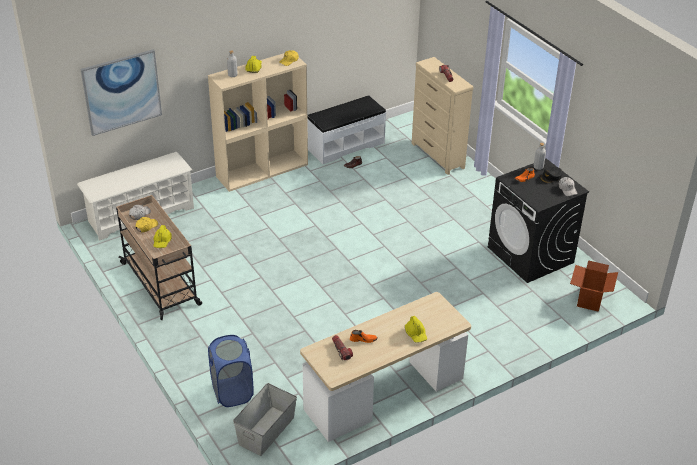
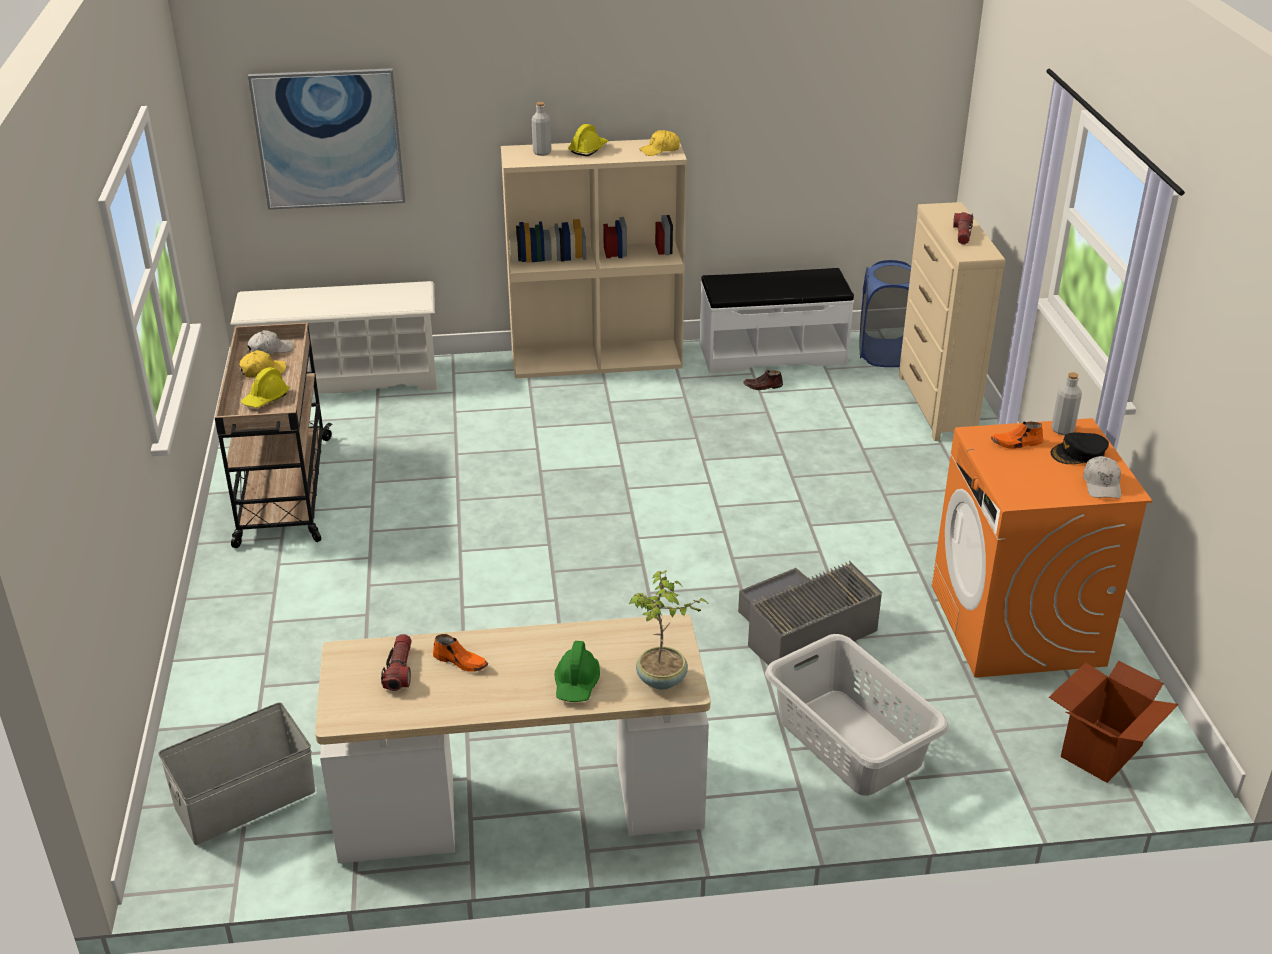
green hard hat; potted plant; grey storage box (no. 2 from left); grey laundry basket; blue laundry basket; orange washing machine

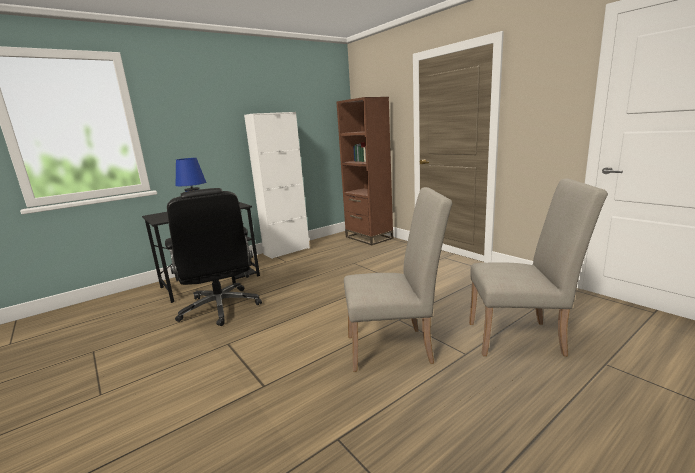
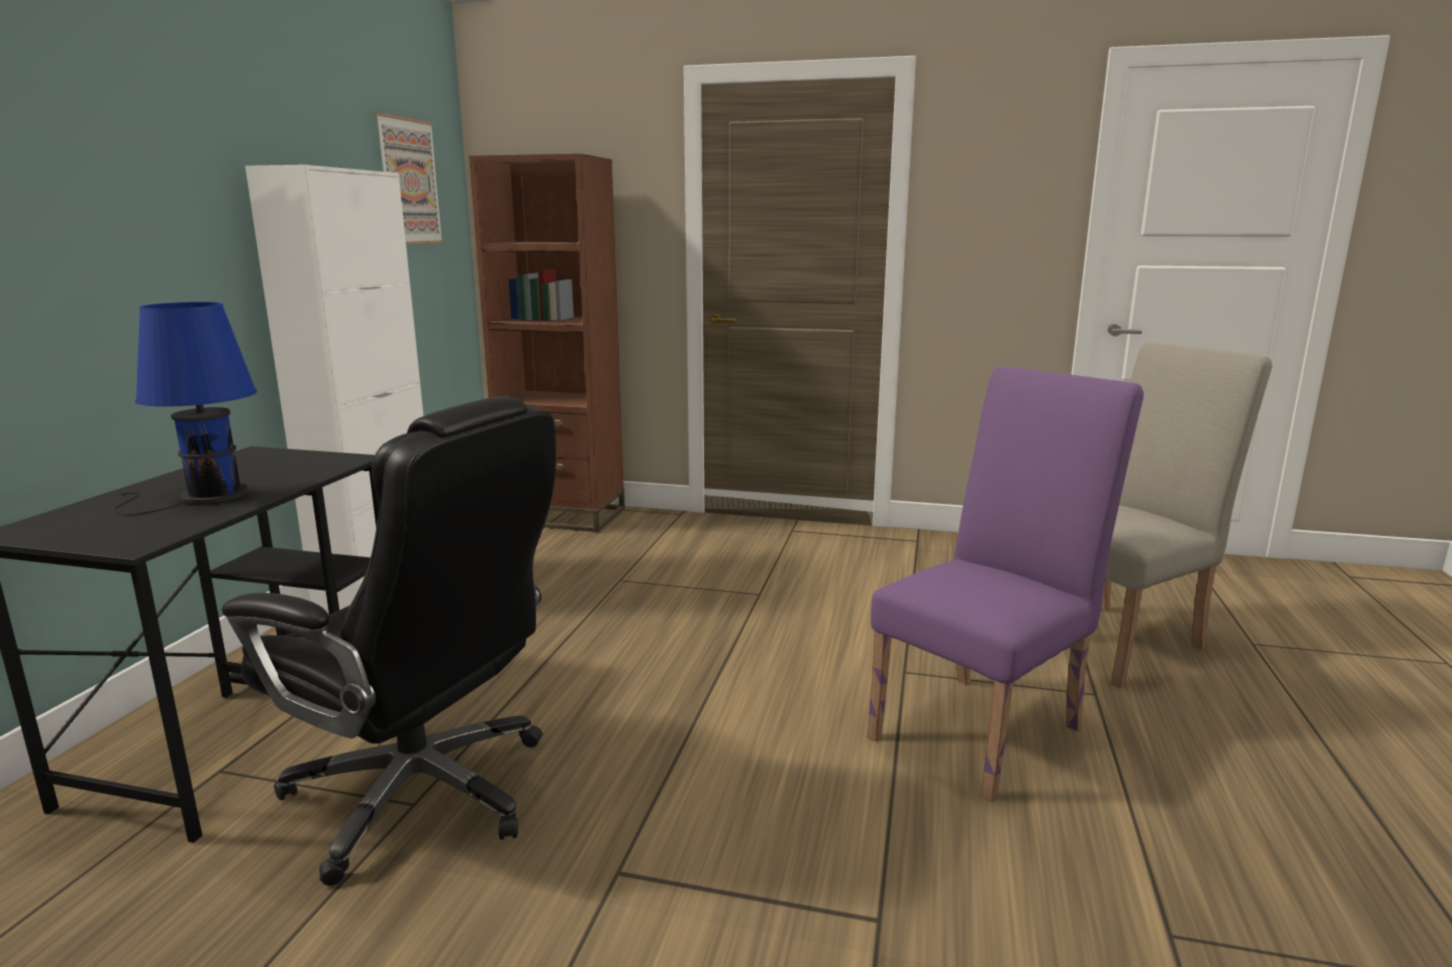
picture; purple chair

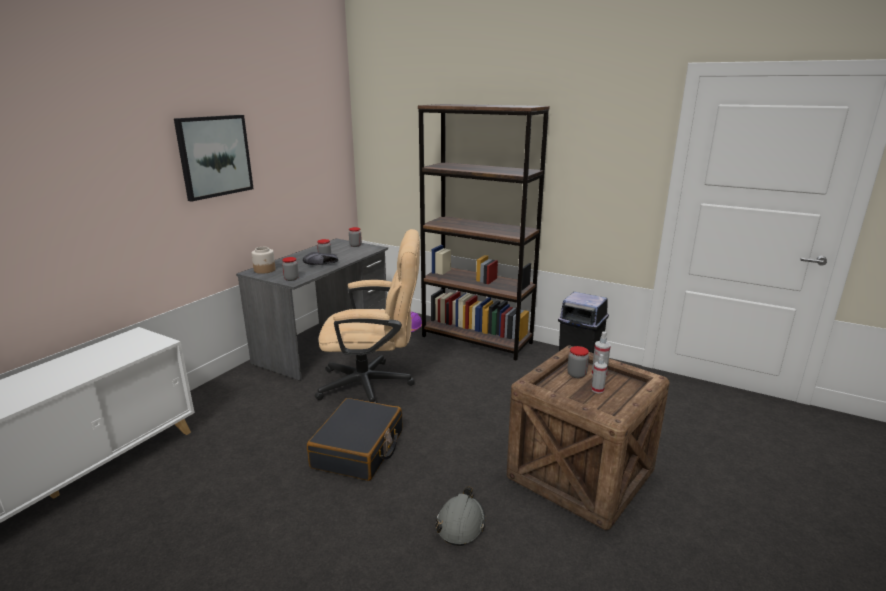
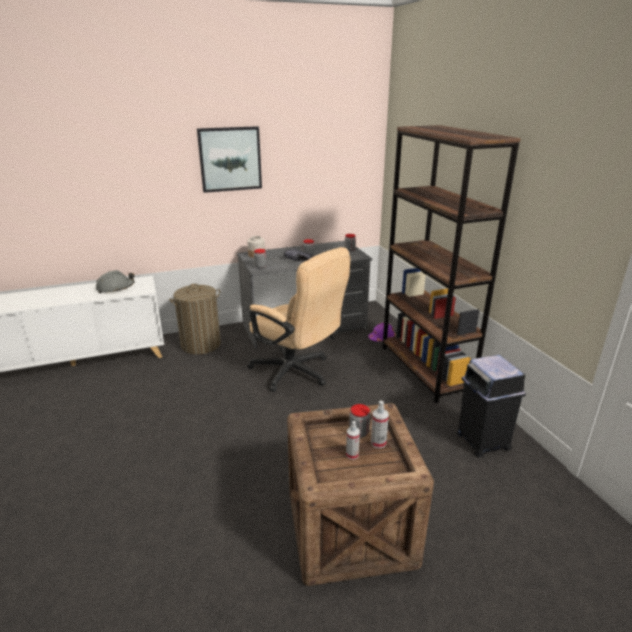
grey hard hat; laundry basket; black suitcase

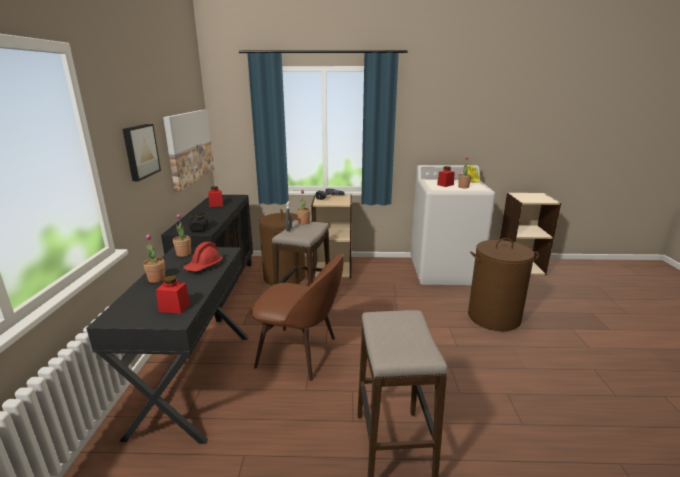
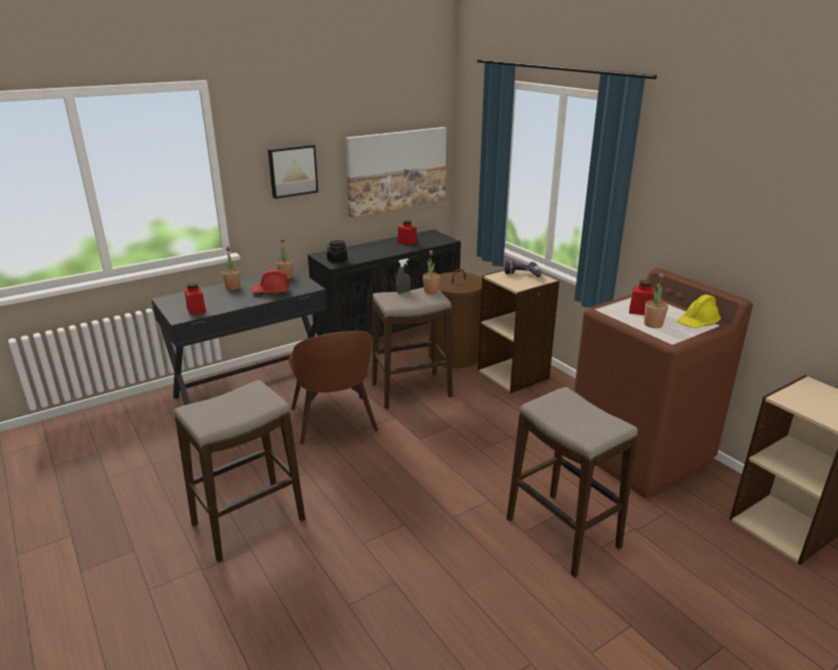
stool (no. 3 from left); brown washing machine

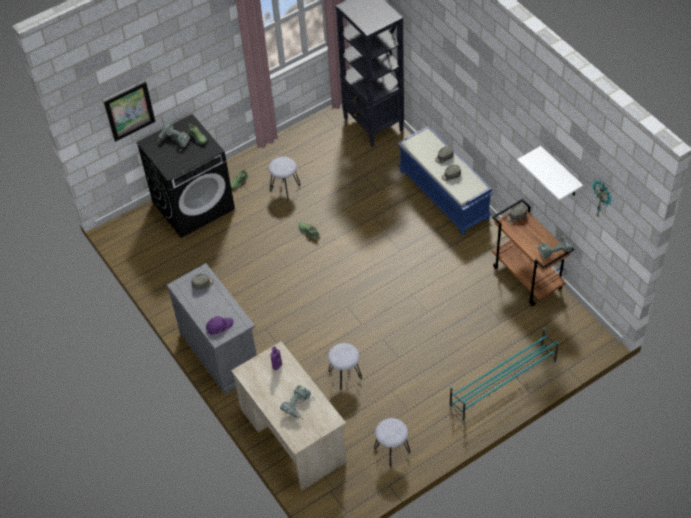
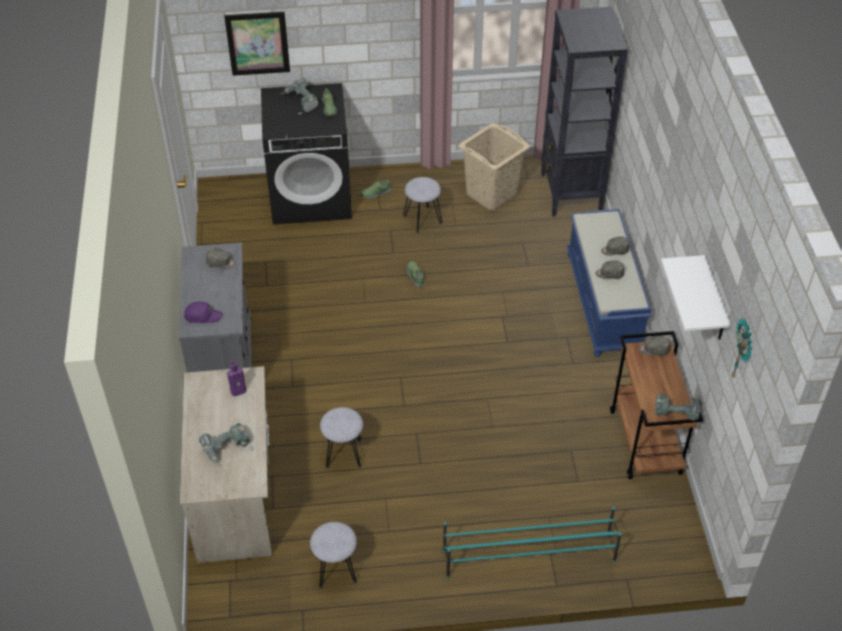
beige laundry basket

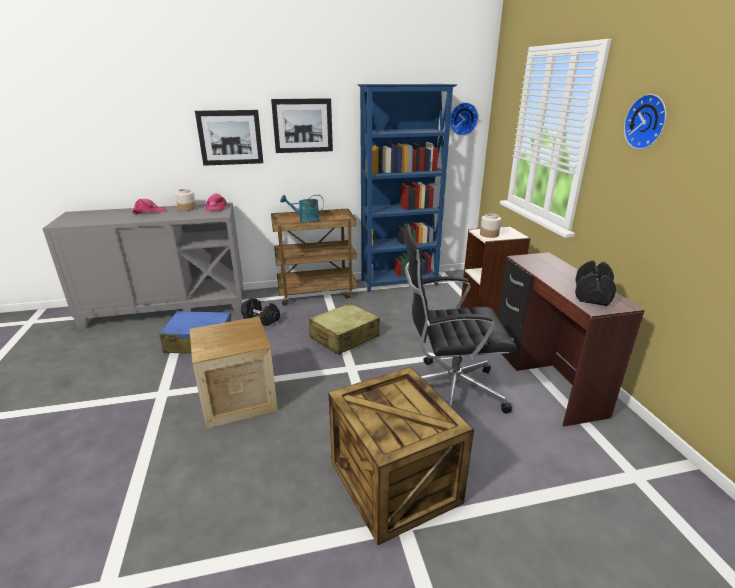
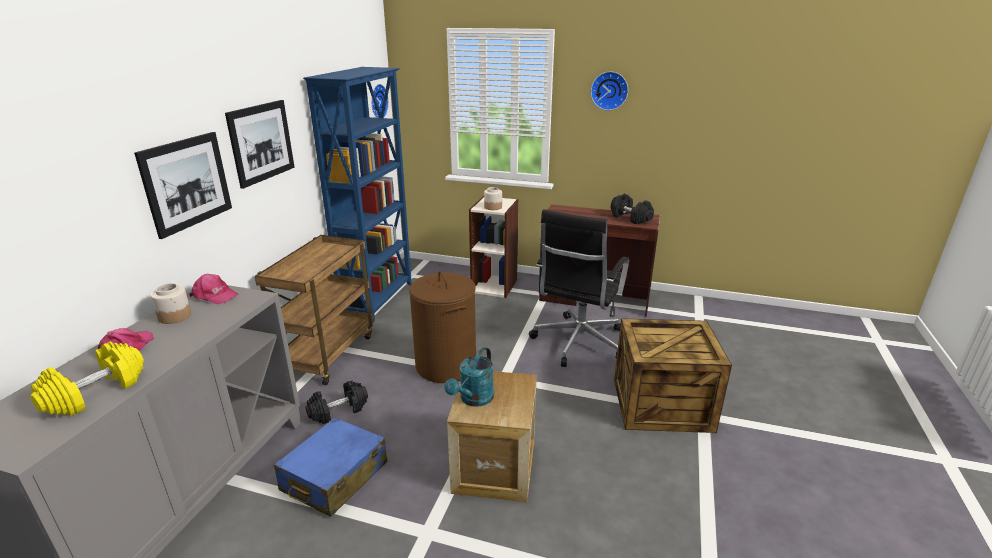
yellow dumbbell; brown laundry basket; turquoise watering can

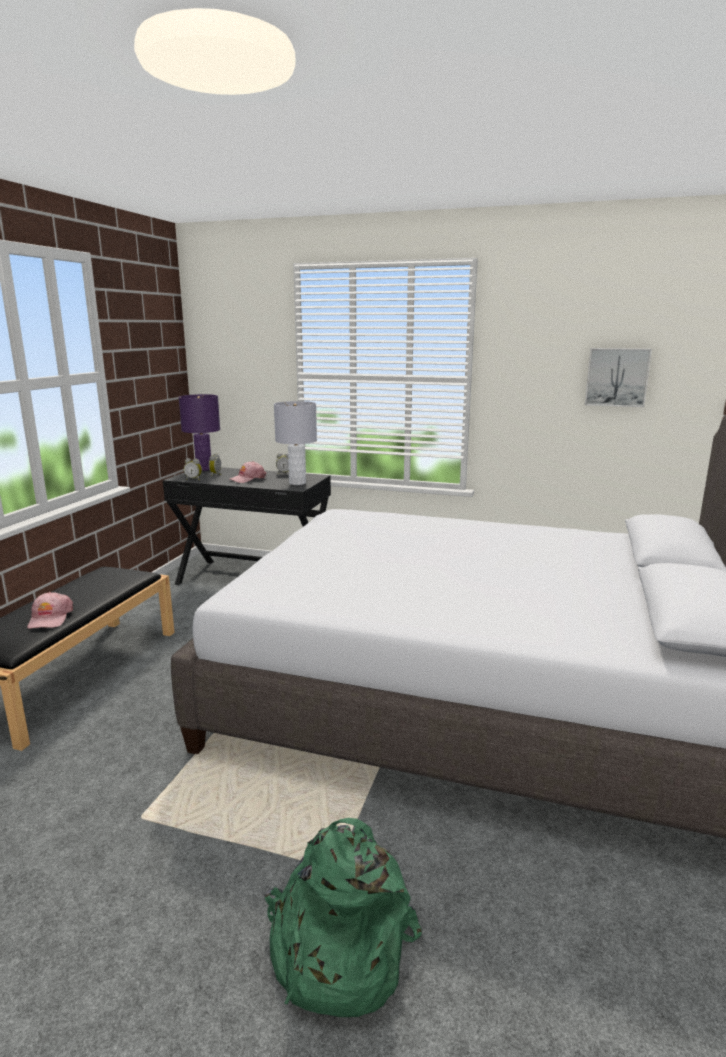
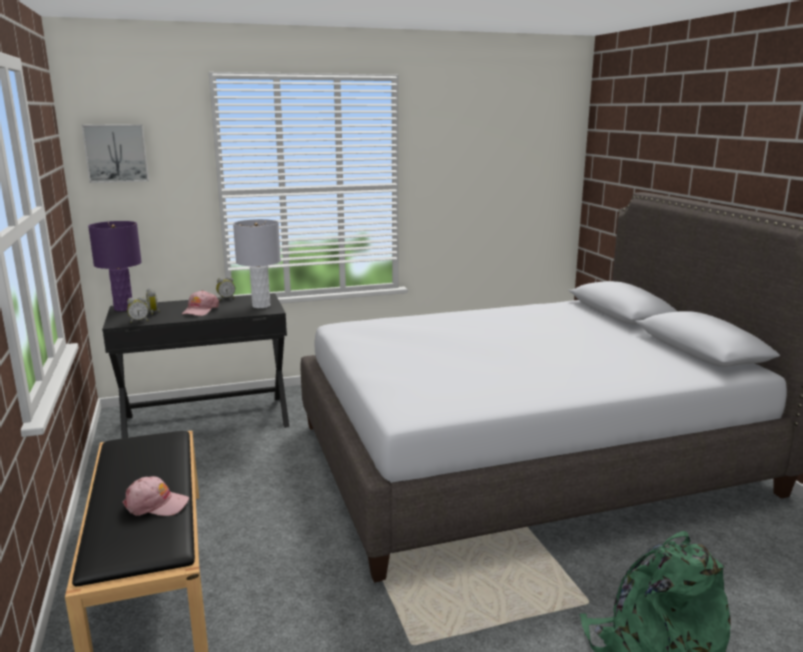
picture; pink cap (no. 1 from left)

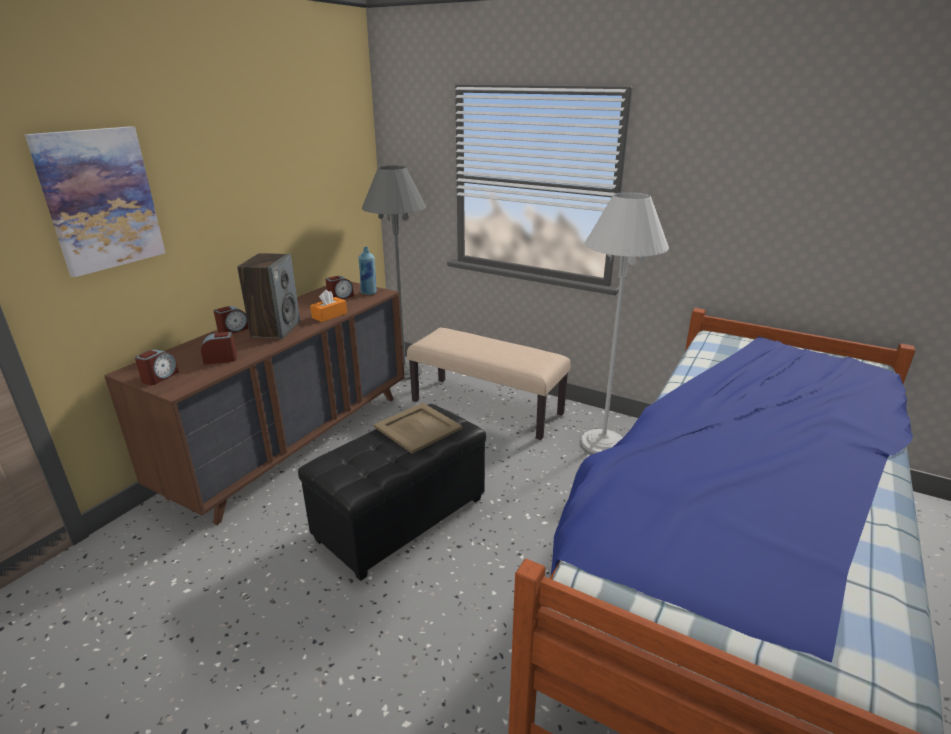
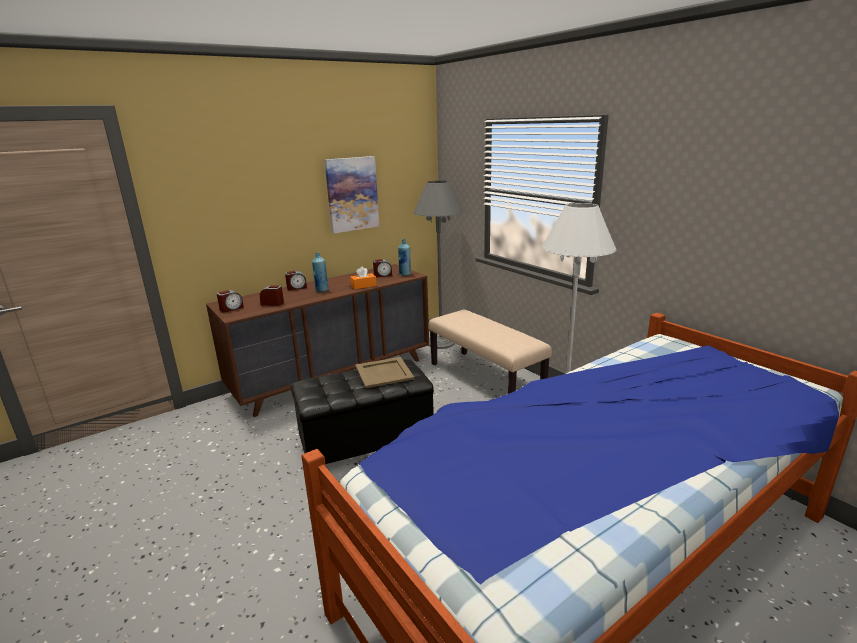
blue bottle (no. 1 from left); picture

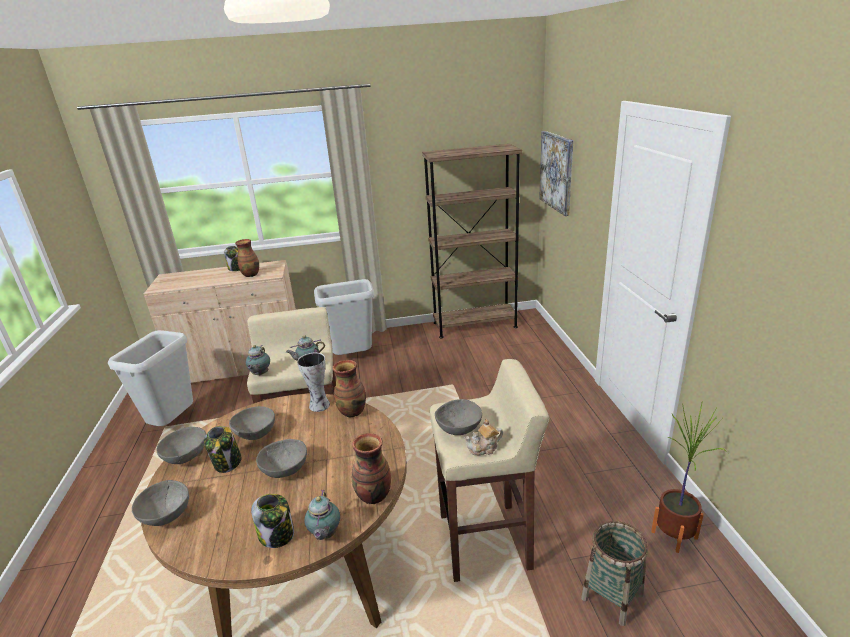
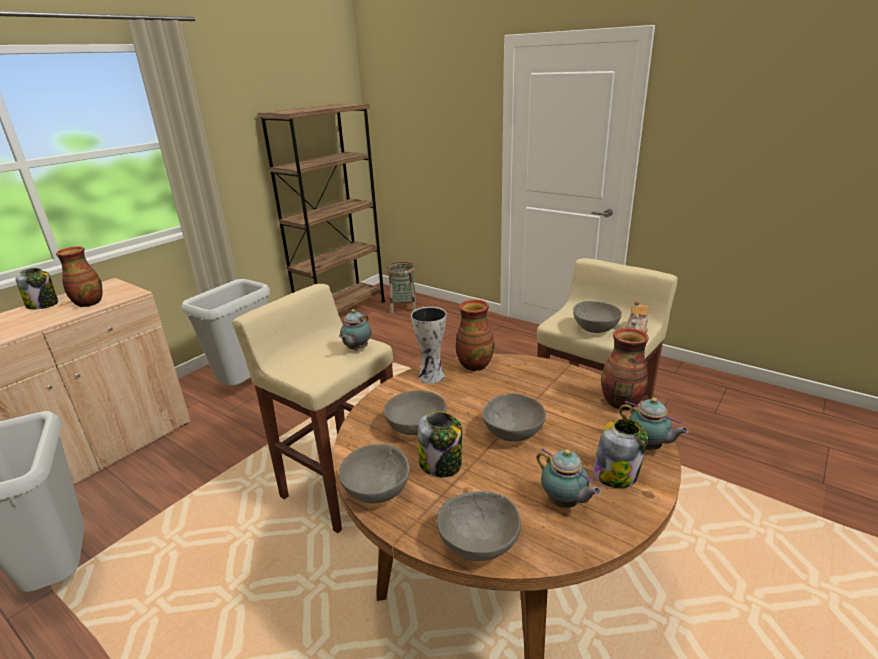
basket; teapot (no. 2 from left); picture; potted plant

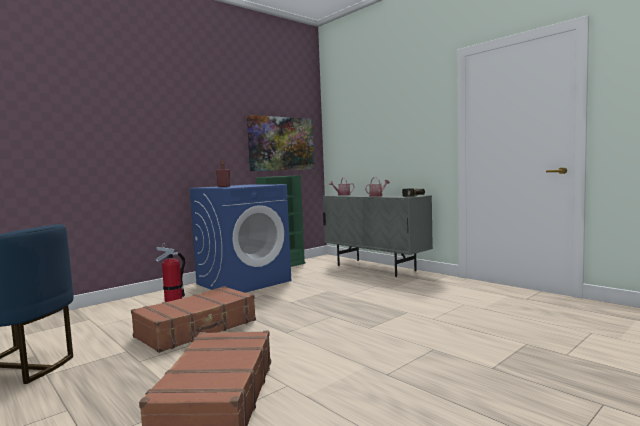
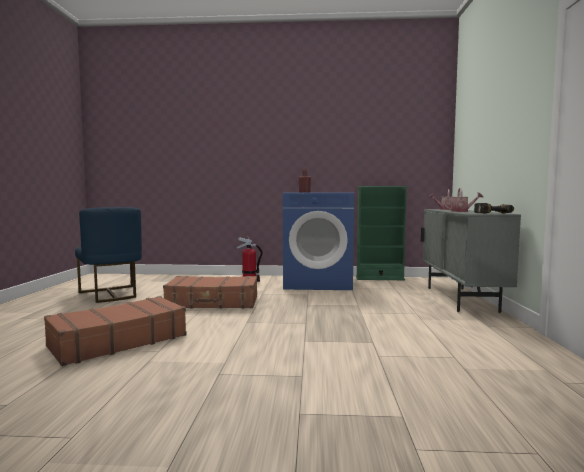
picture

